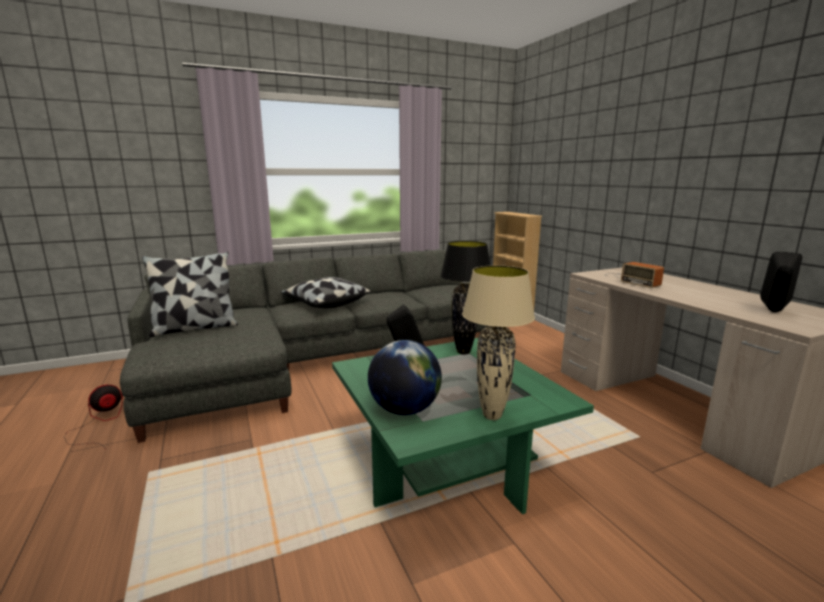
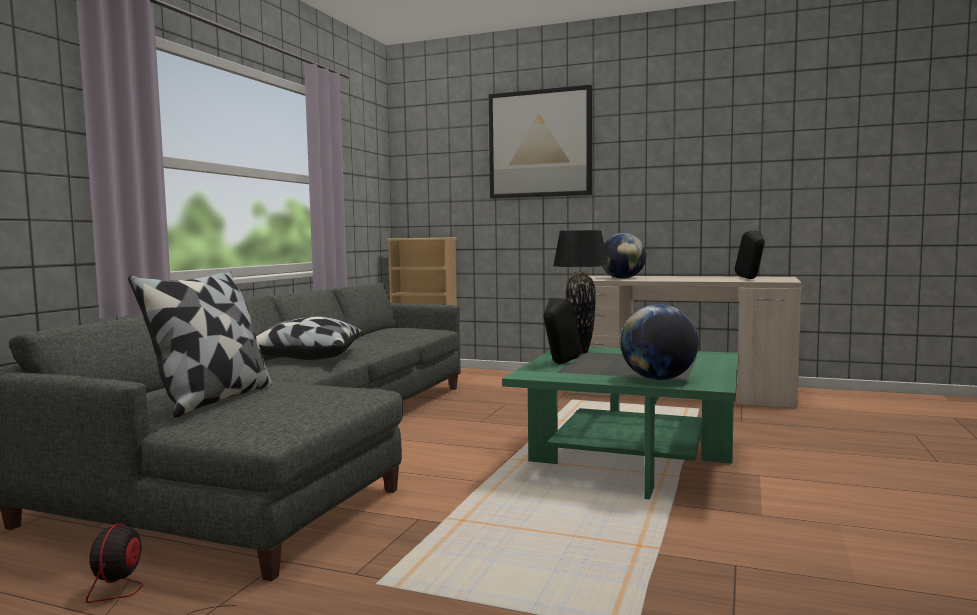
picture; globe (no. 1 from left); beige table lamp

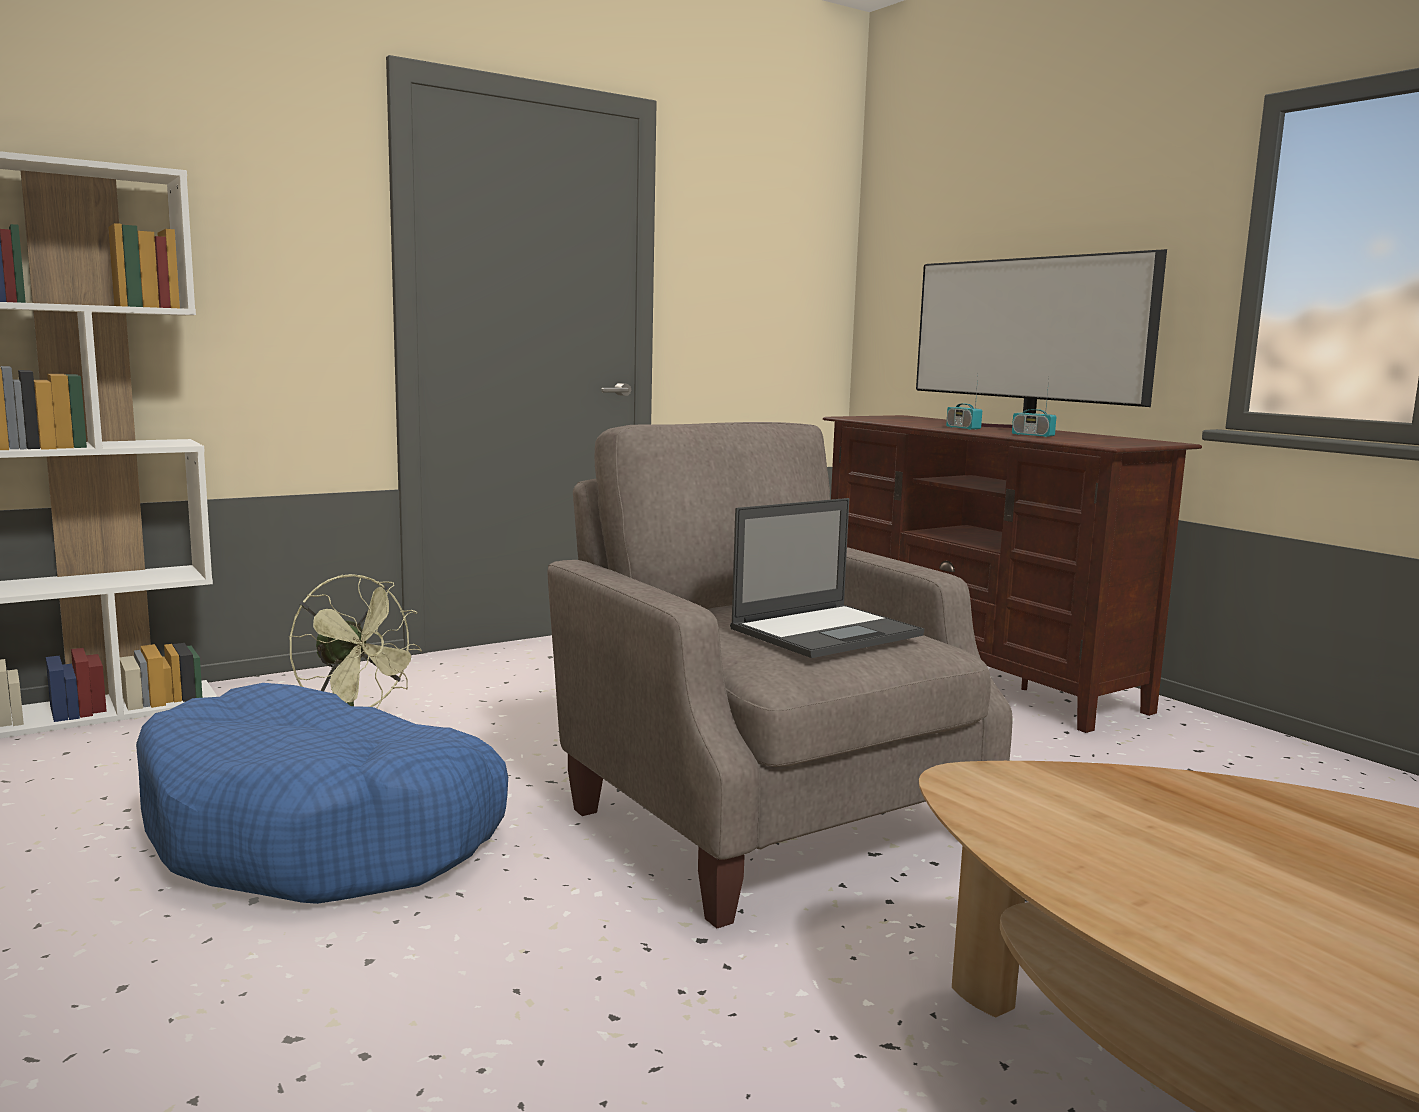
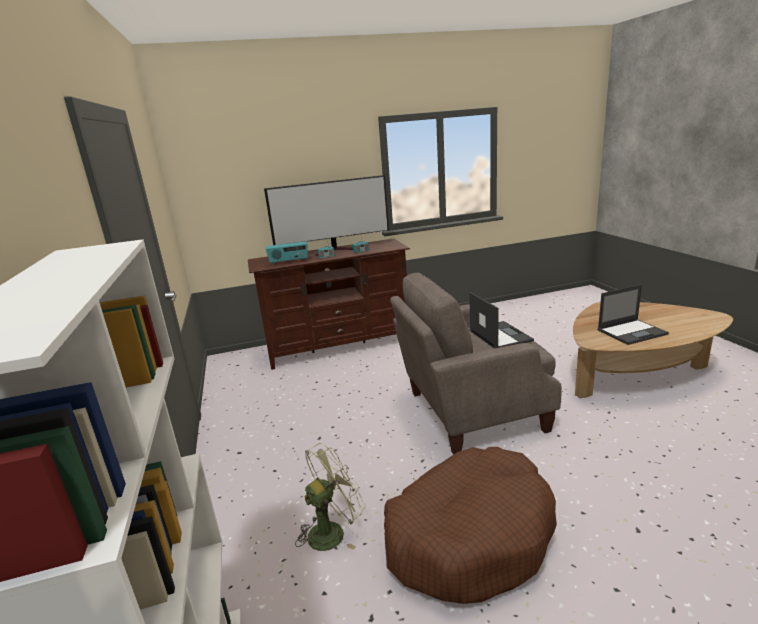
radio (no. 1 from left); brown dog bed; laptop (no. 2 from left)

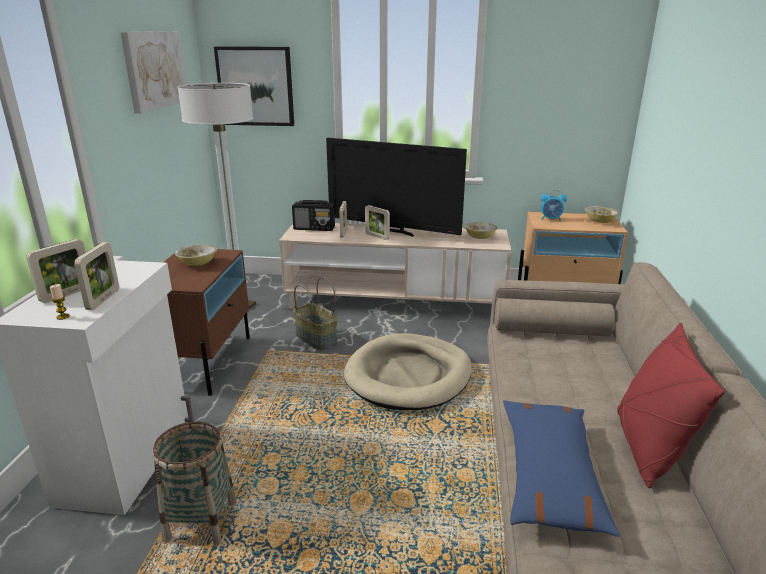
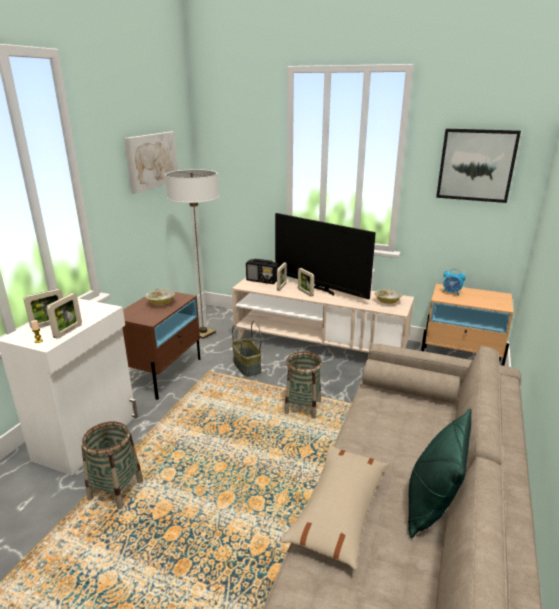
beige pillow; basket (no. 3 from left); green pillow; picture (no. 2 from left); bowl (no. 3 from left in the first image)

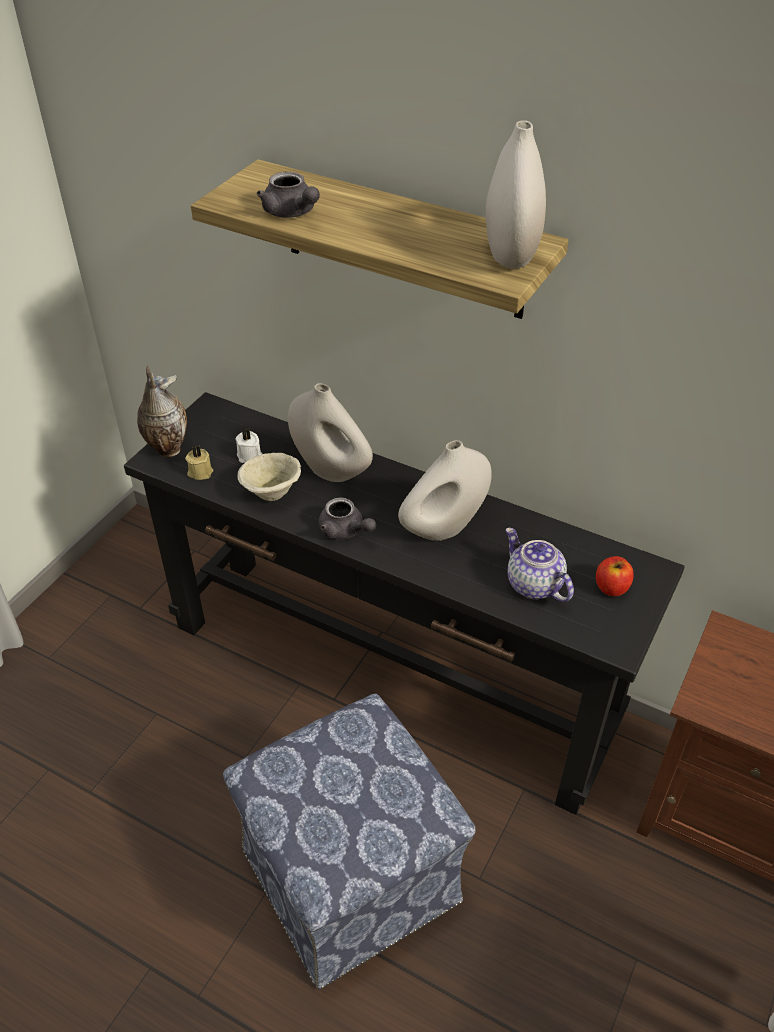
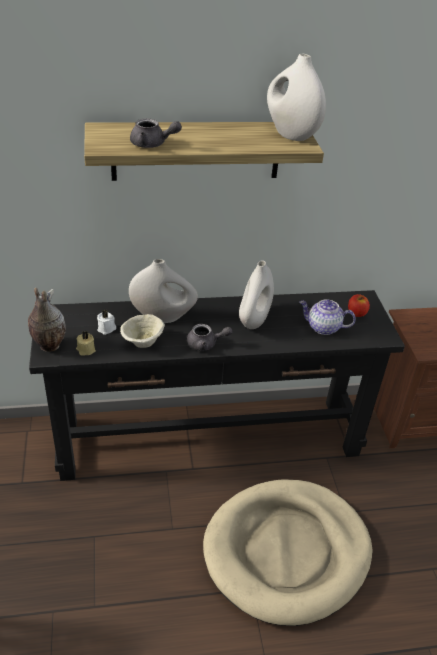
beige dog bed

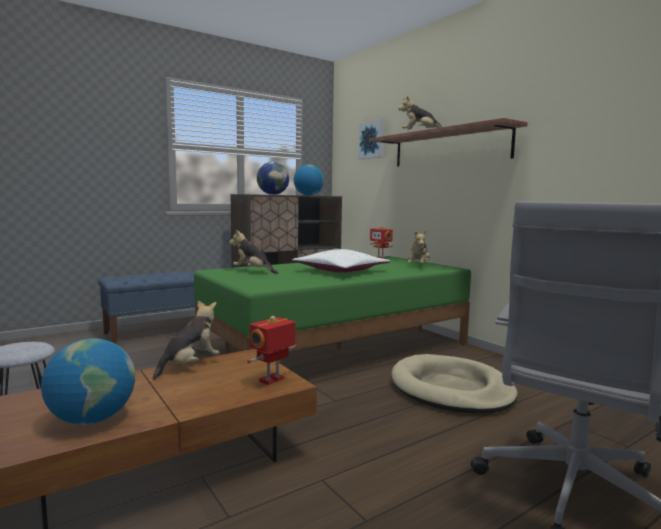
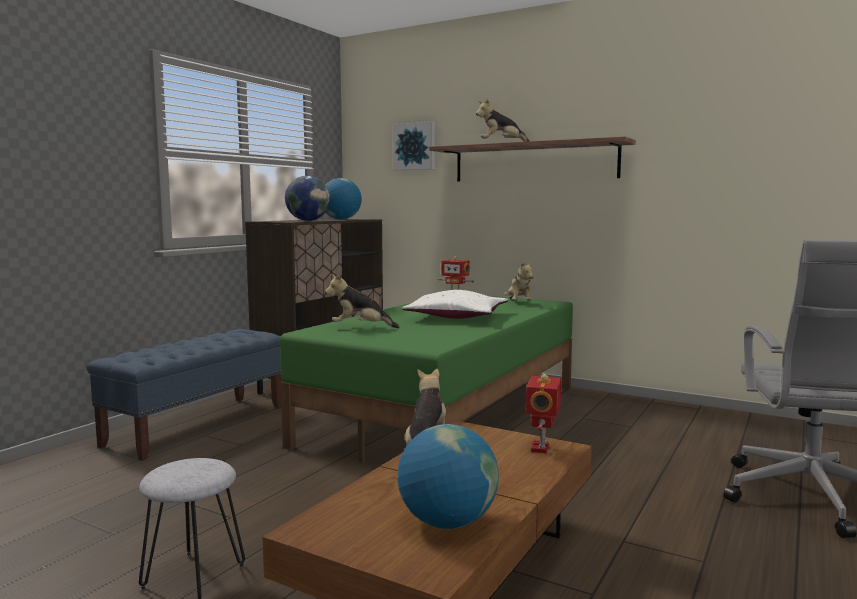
beige dog bed

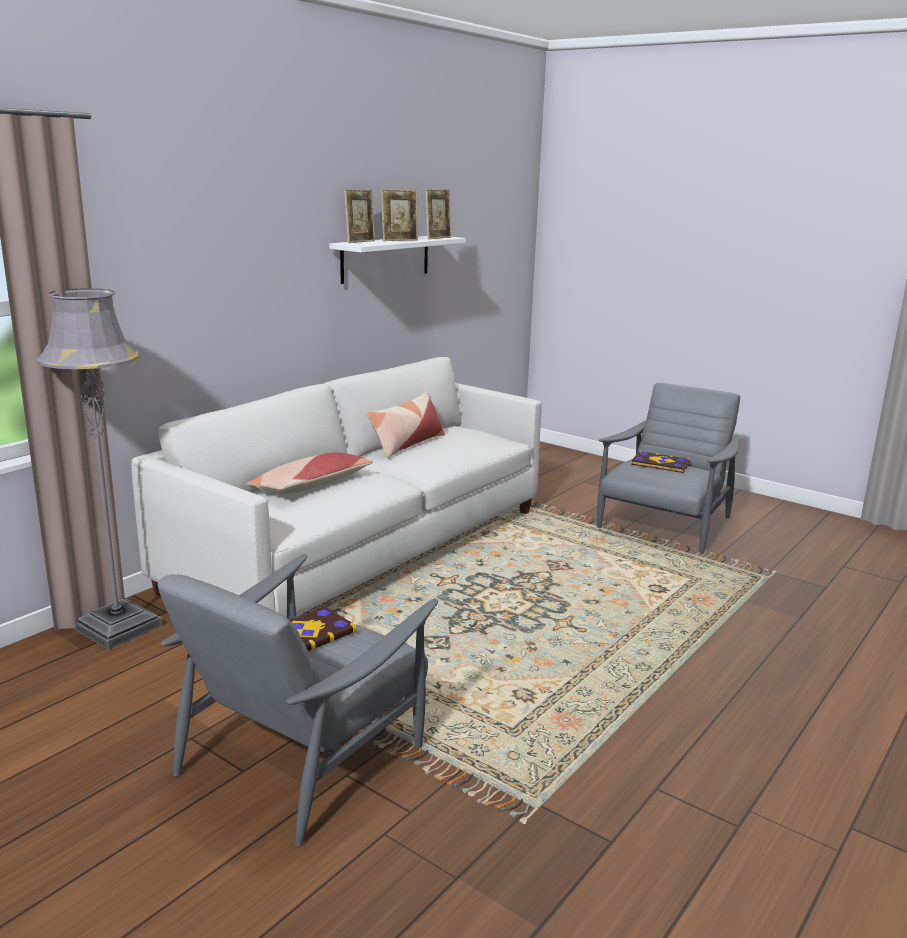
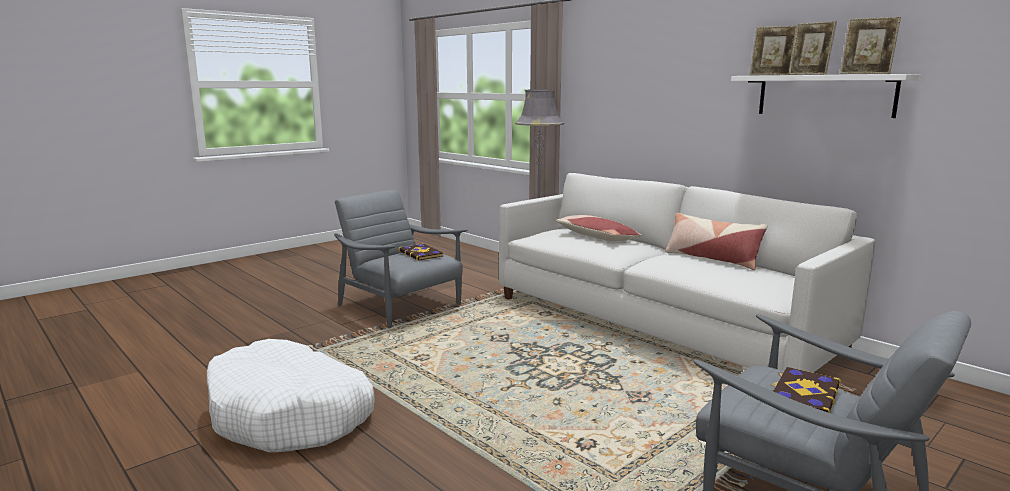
white dog bed

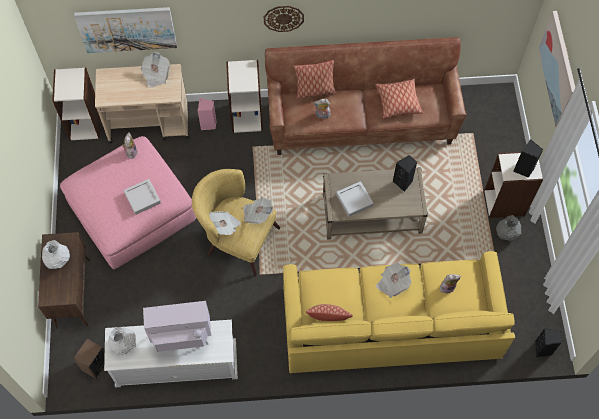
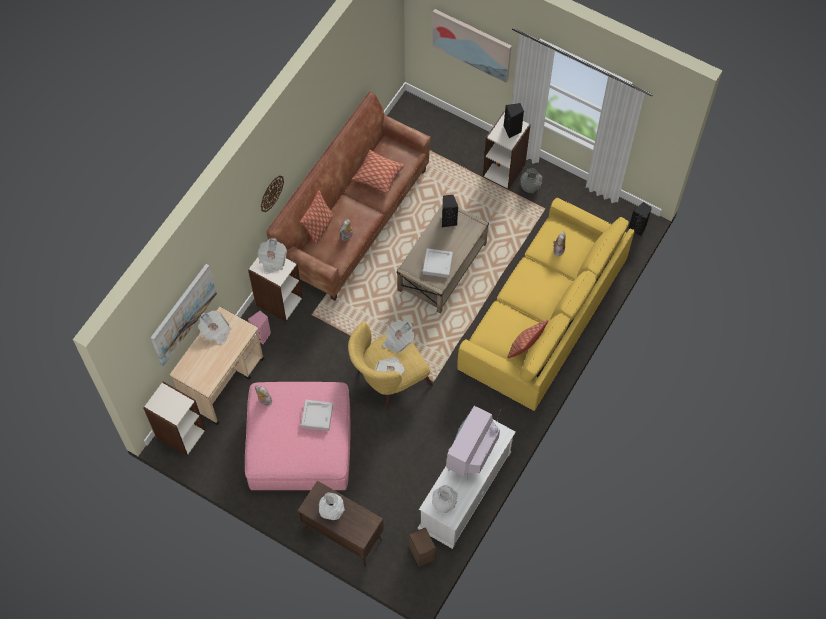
newspaper (no. 2 from left)

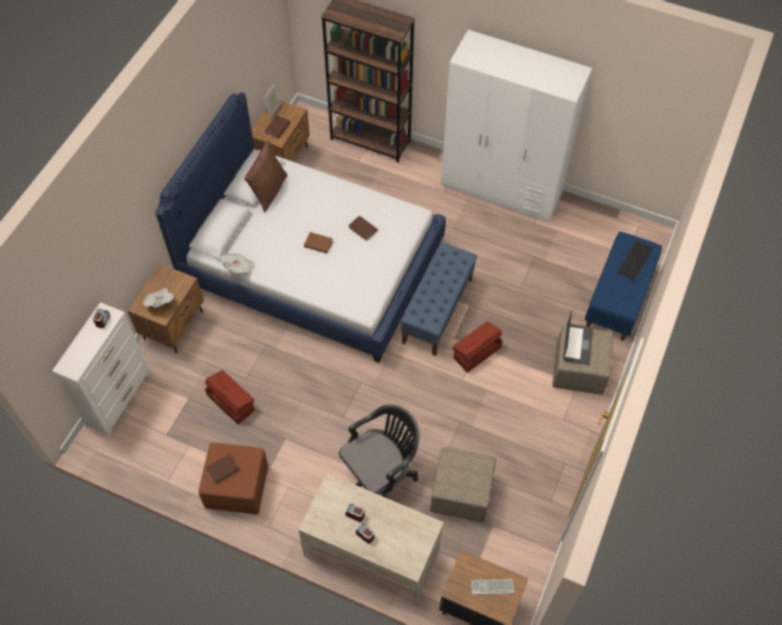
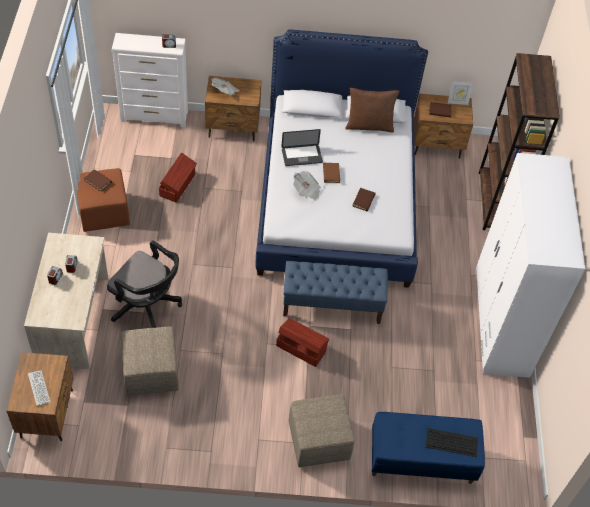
laptop; newspaper (no. 2 from left)

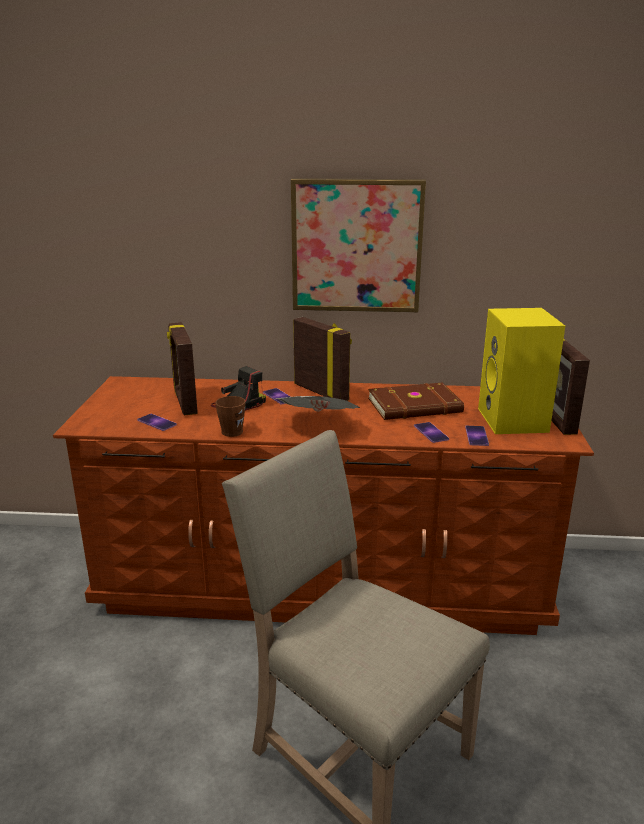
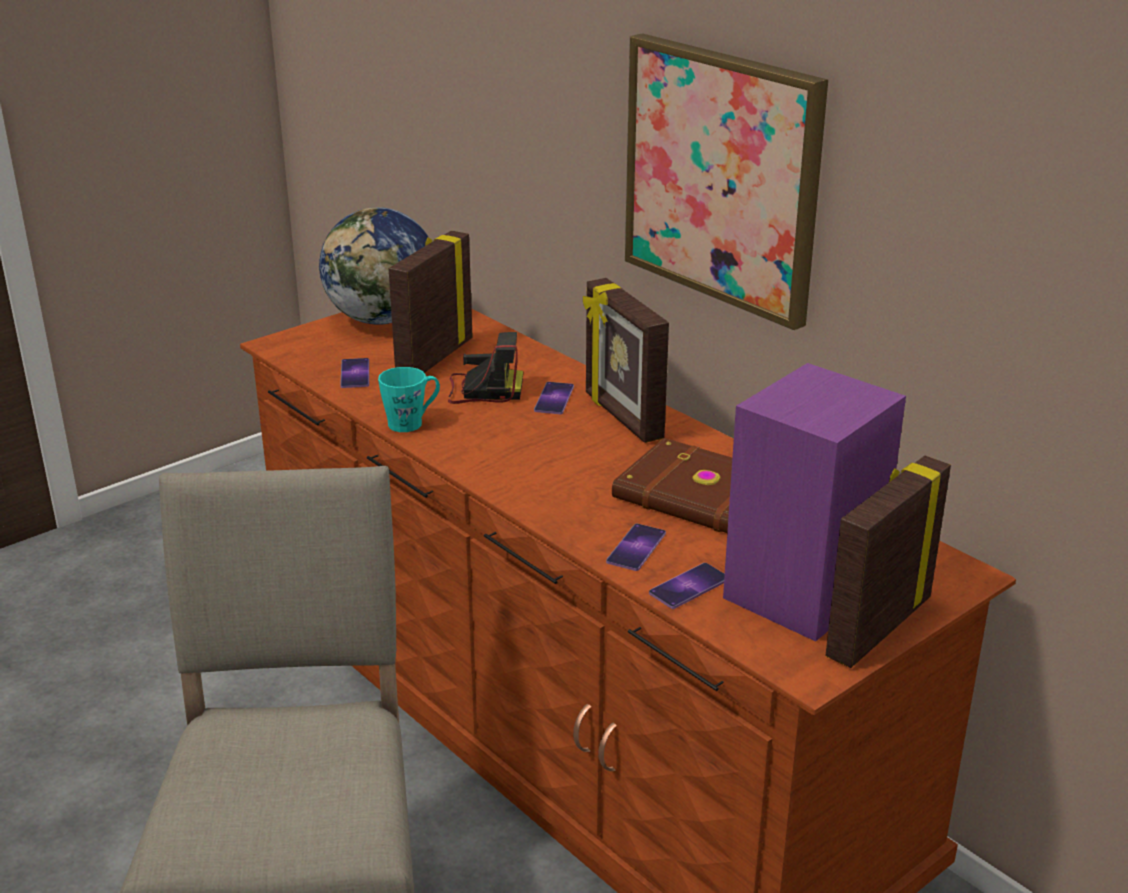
globe; turquoise mug; picture frame (no. 2 from left); purple speaker; newspaper

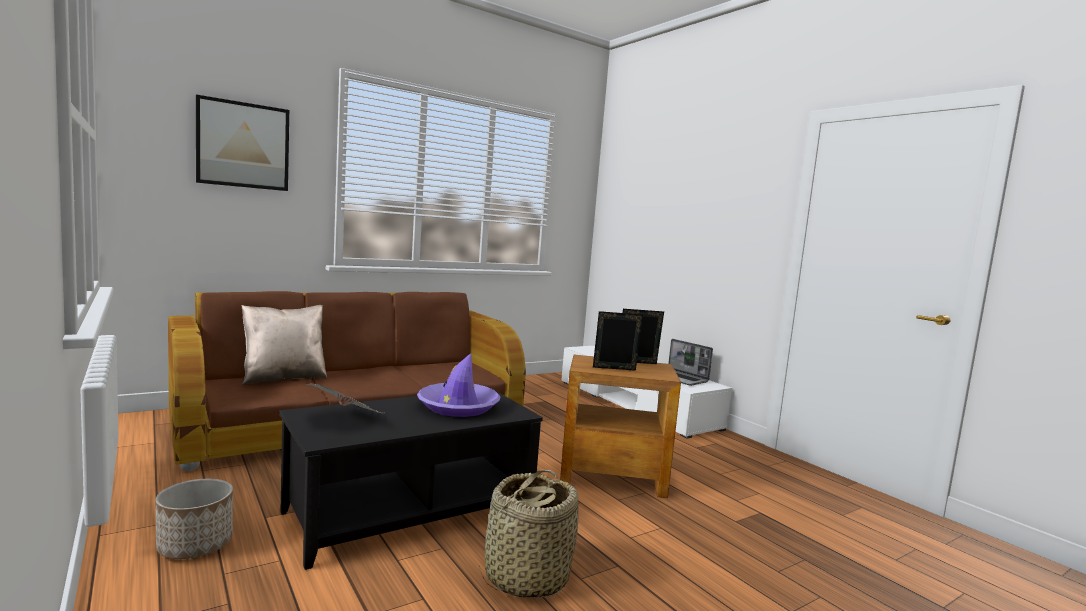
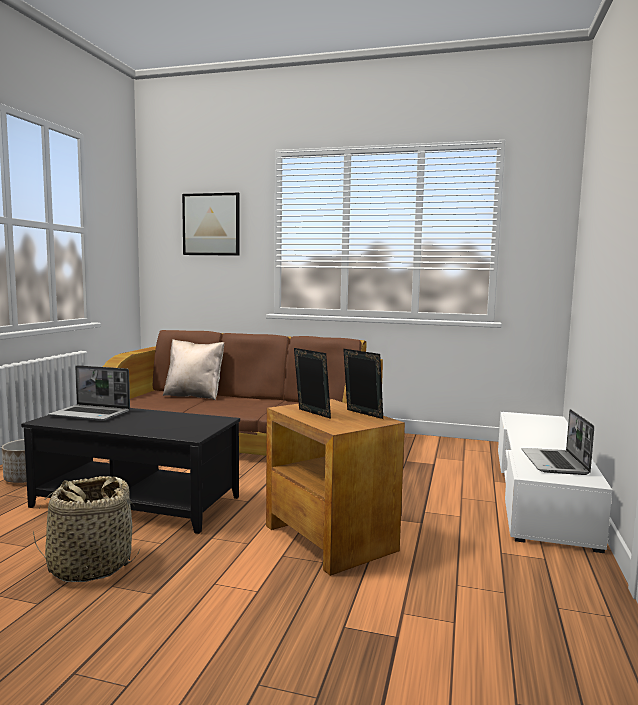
laptop (no. 1 from left); purple hat

